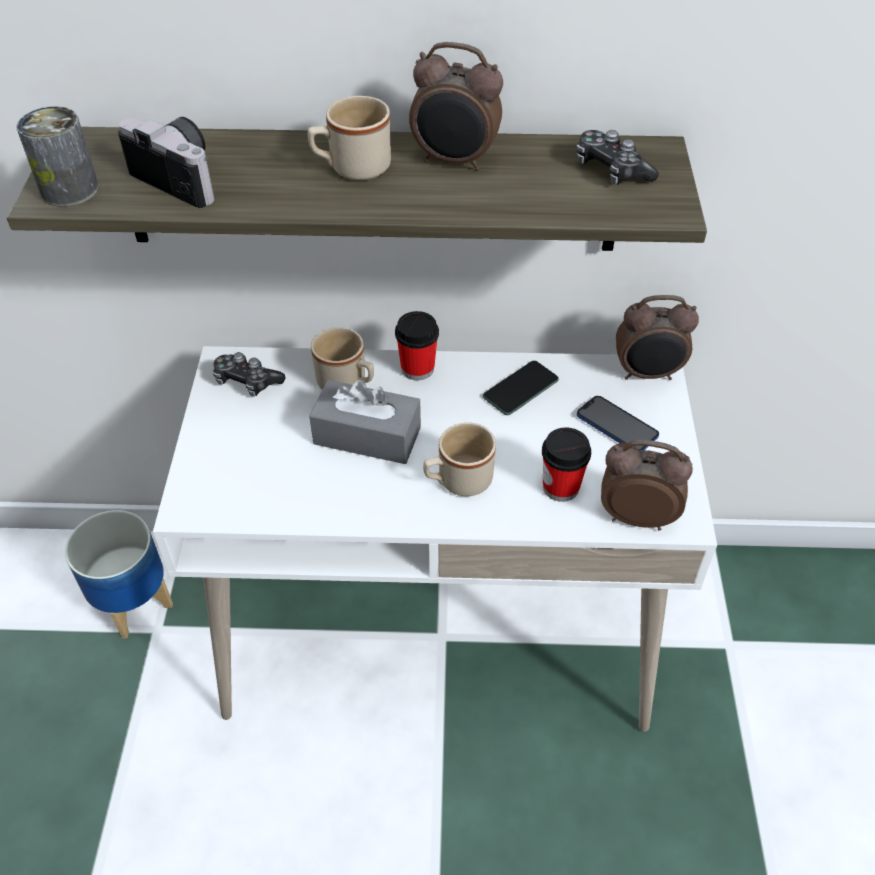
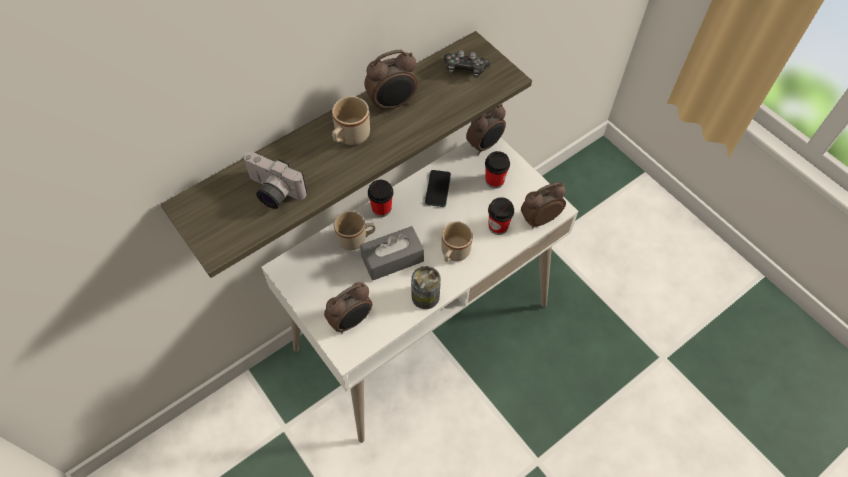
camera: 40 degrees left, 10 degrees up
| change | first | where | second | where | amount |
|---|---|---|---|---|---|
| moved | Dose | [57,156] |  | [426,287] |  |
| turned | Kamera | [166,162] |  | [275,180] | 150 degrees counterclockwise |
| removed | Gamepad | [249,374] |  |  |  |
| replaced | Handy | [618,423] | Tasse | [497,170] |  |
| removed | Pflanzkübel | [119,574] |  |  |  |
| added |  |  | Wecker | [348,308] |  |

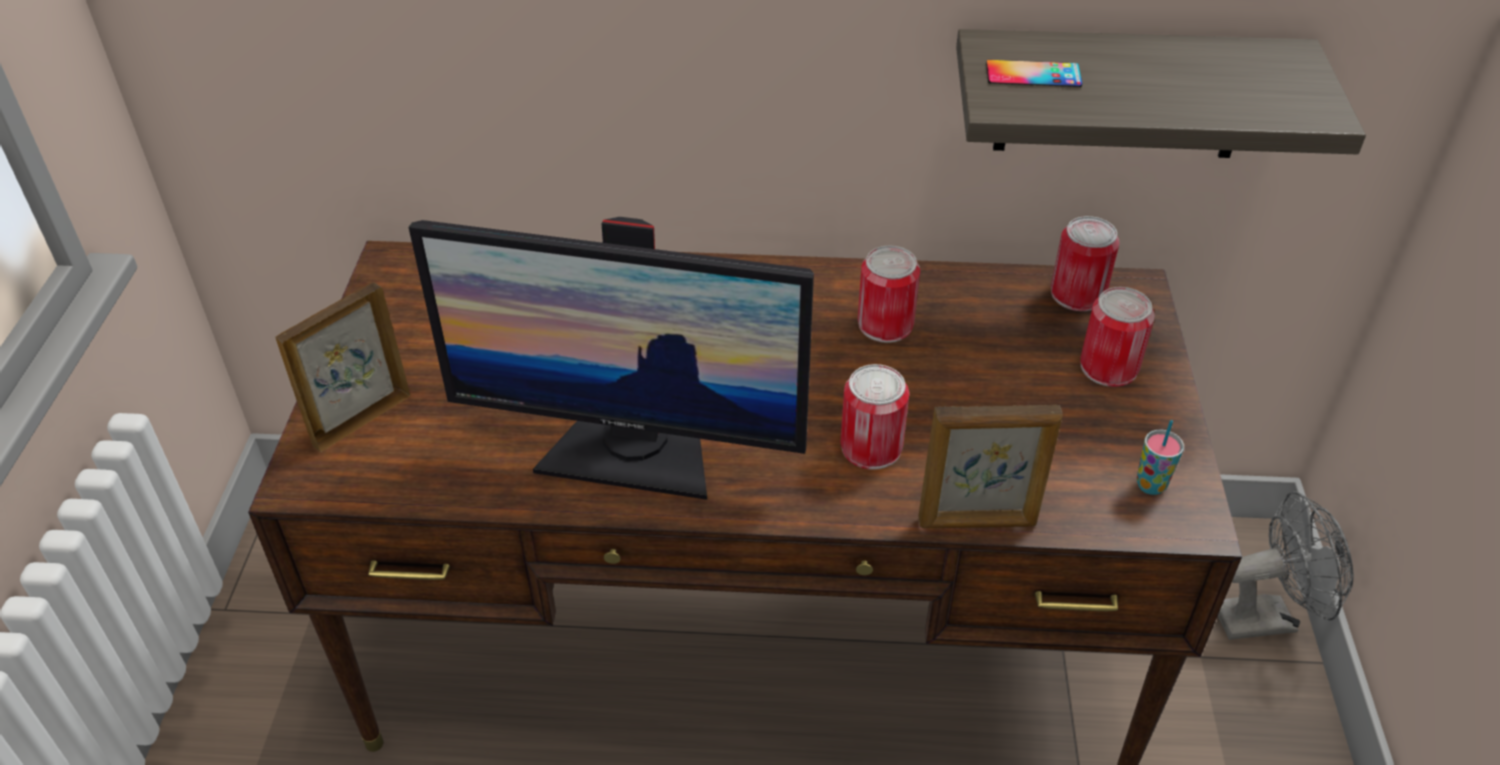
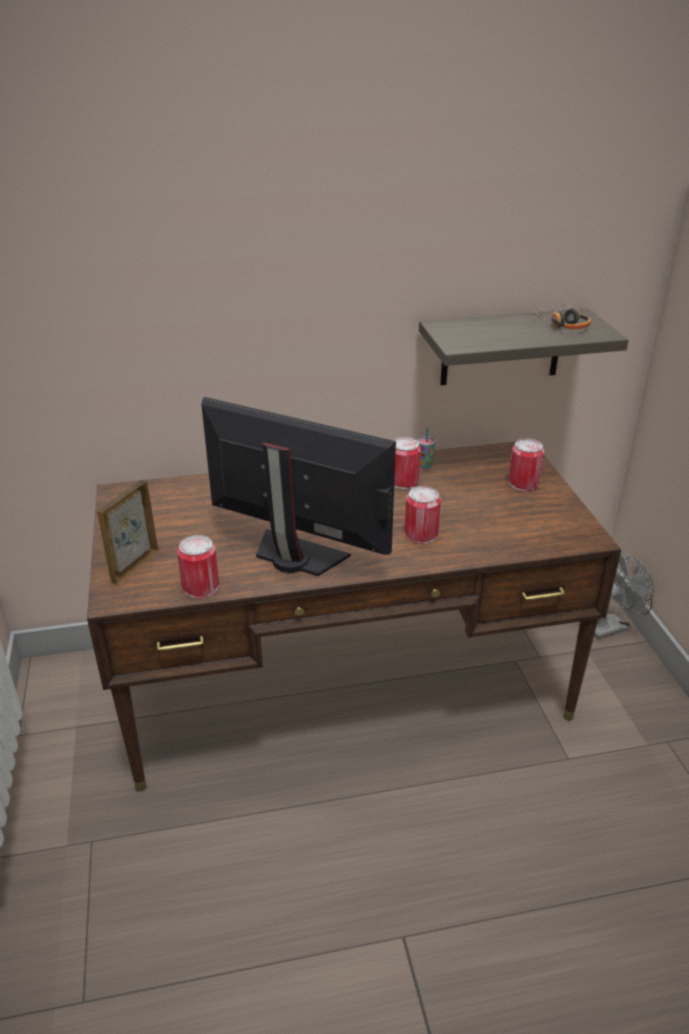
camera: 15 degrees left, 10 degrees down
| change | first | where | second | where | amount |
|---|---|---|---|---|---|
| removed | Handy | [1034,73] |  |  |  |
| moved | Dose | [1085,263] |  | [198,566] |  |
| turned | Monitor | [611,358] |  | [298,486] | 150 degrees counterclockwise |
| removed | Bilderrahmen | [990,466] |  |  |  |
| moved | Tasse | [1160,457] |  | [426,448] |  |
| added |  |  | Kopfhörer | [561,316] |  |

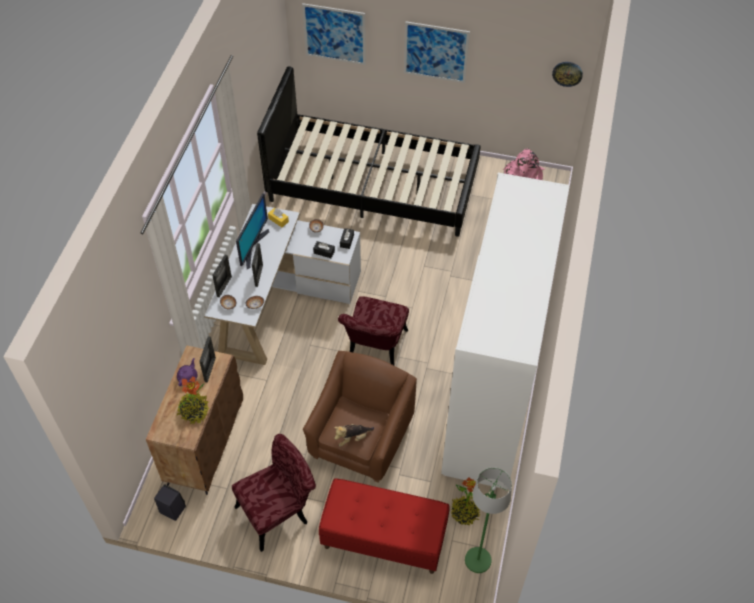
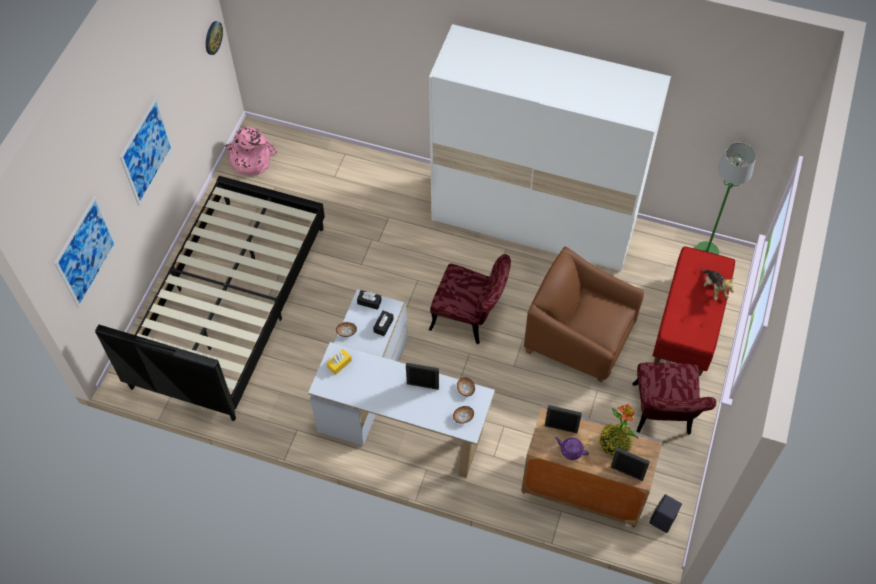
camera: 85 degrees left, 5 degrees up
| change | first | where | second | where | amount |
|---|---|---|---|---|---|
| removed | Monitor | [252,231] |  |  |  |
| moved | Bilderrahmen | [222,276] |  | [630,464] |  |
| recoloured | Schrank [braun] | [194,420] | Schrank [grau] | [592,466] |  |
| moved | Plüschtier | [354,435] |  | [717,285] |  |
| turned | Stuhl [rot] | [274,493] |  | [674,398] | 150 degrees counterclockwise |
| removed | Topfpflanze | [466,501] |  |  |  |

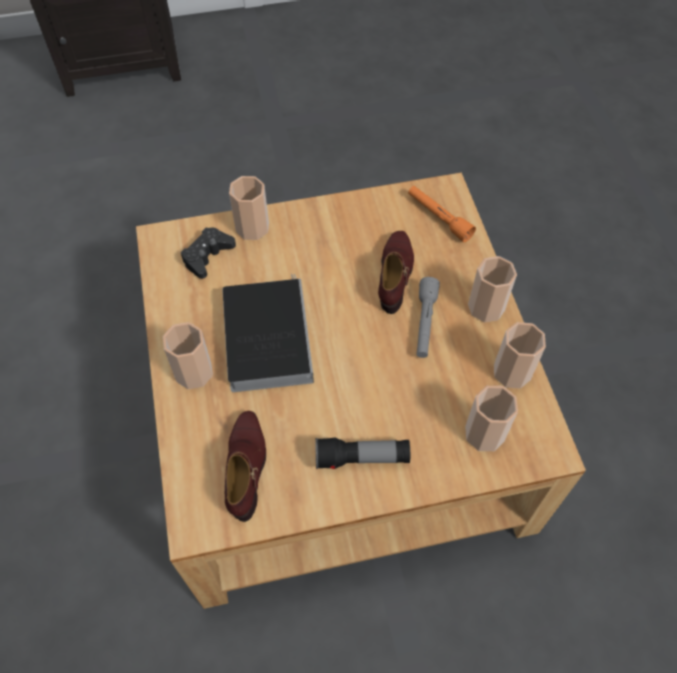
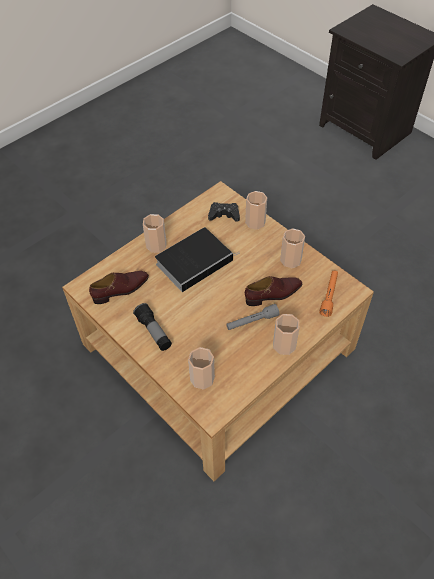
camera: 60 degrees right, 5 degrees down
| change | first | where | second | where | amount |
|---|---|---|---|---|---|
| moved | Tasse | [520,355] |  | [292,248] |  |

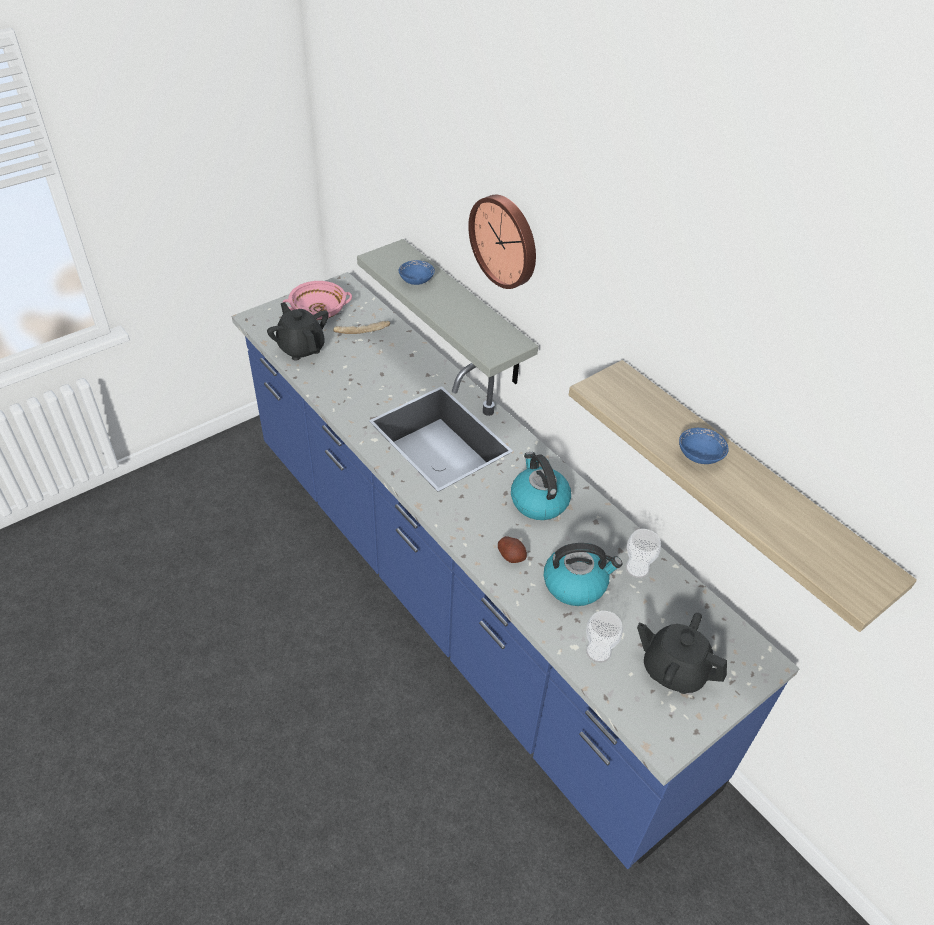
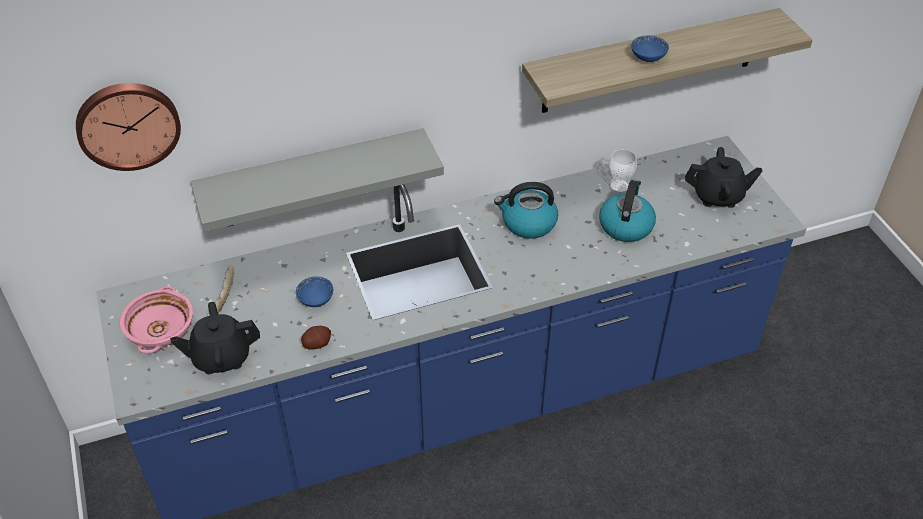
camera: 70 degrees left, 0 degrees up
| change | first | where | second | where | amount |
|---|---|---|---|---|---|
| moved | Wanduhr | [502,242] |  | [128,127] |  |
| moved | Schüssel [blau] | [417,272] |  | [314,291] |  |
| moved | Kartoffel | [512,549] |  | [316,337] |  |
| removed | Tasse | [604,637] |  |  |  |
| turned | Teekanne [schwarz] | [682,653] |  | [723,177] | 135 degrees counterclockwise |

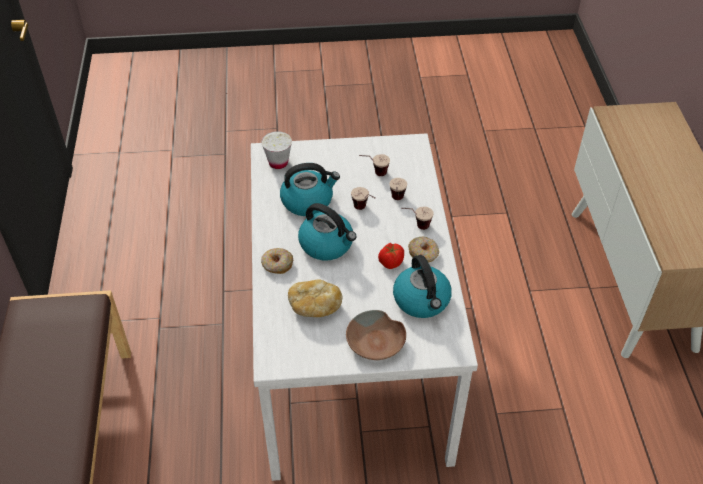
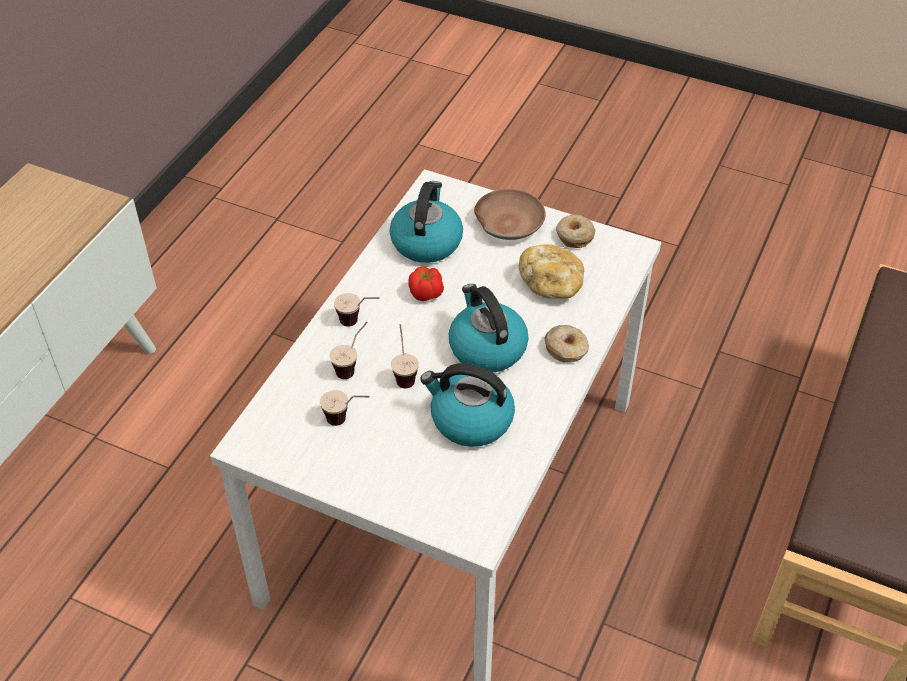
camera: 150 degrees left, 0 degrees up
| change | first | where | second | where | amount |
|---|---|---|---|---|---|
| removed | Tasse [weiß] | [276,150] |  |  |  |
| moved | Donut | [423,250] |  | [575,231] |  |

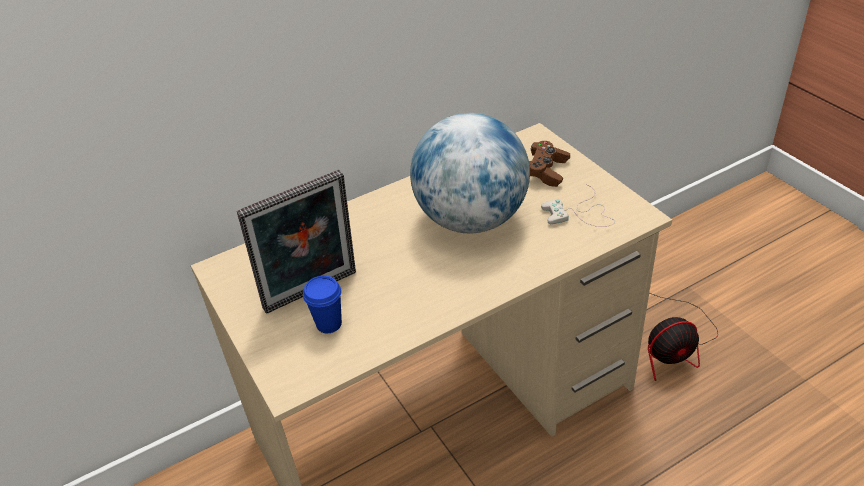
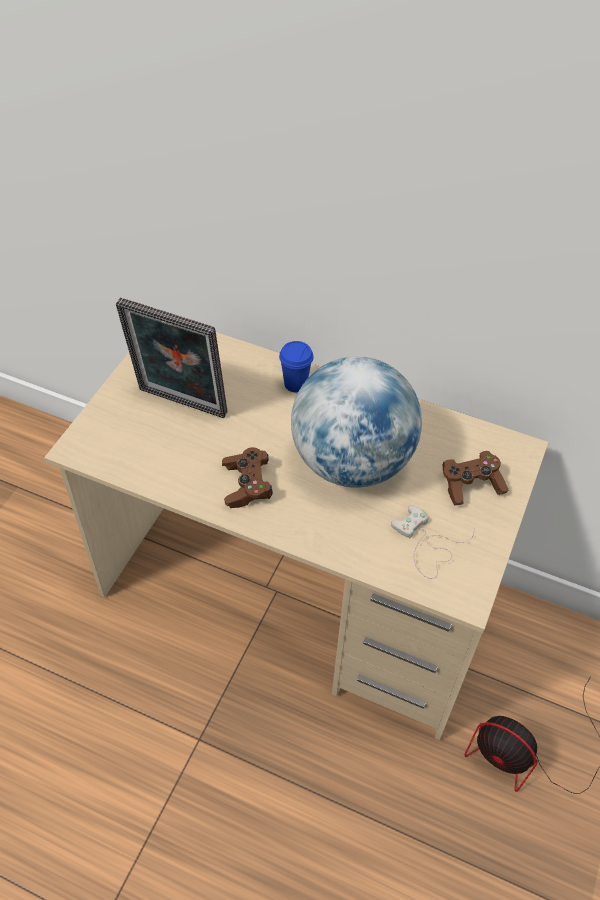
camera: 50 degrees right, 10 degrees up
| change | first | where | second | where | amount |
|---|---|---|---|---|---|
| moved | Tasse [blau] | [322,304] |  | [296,366] |  |
| added |  |  | Gamepad [braun] | [247,477] |  |

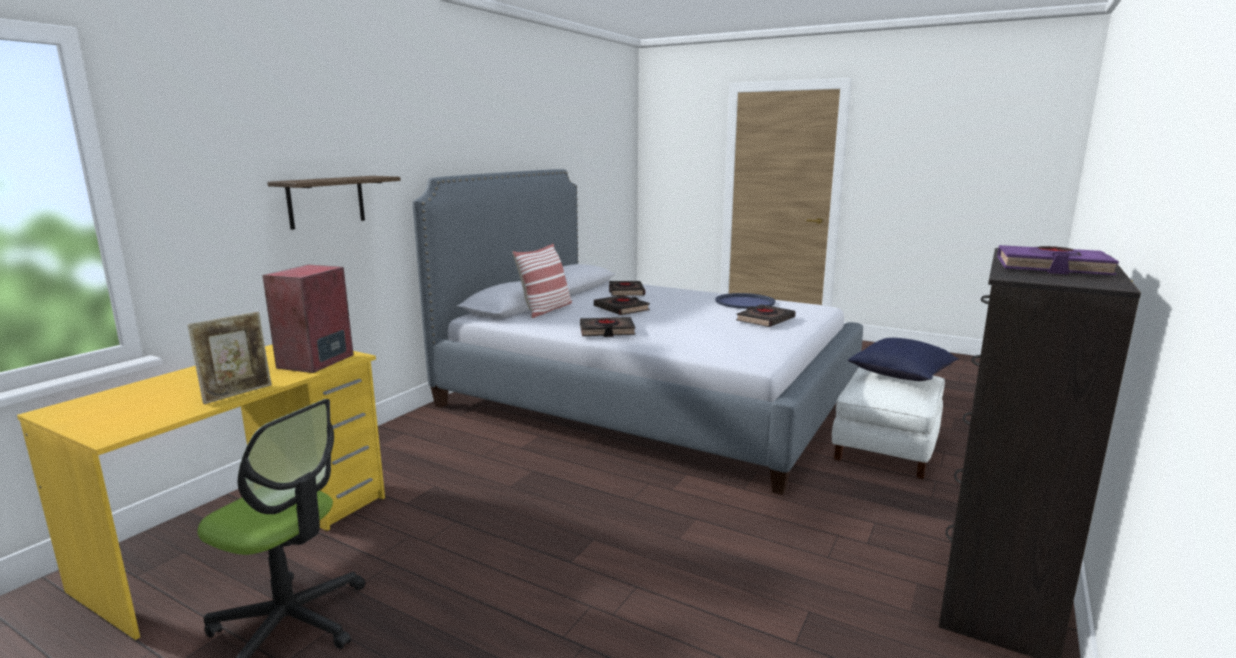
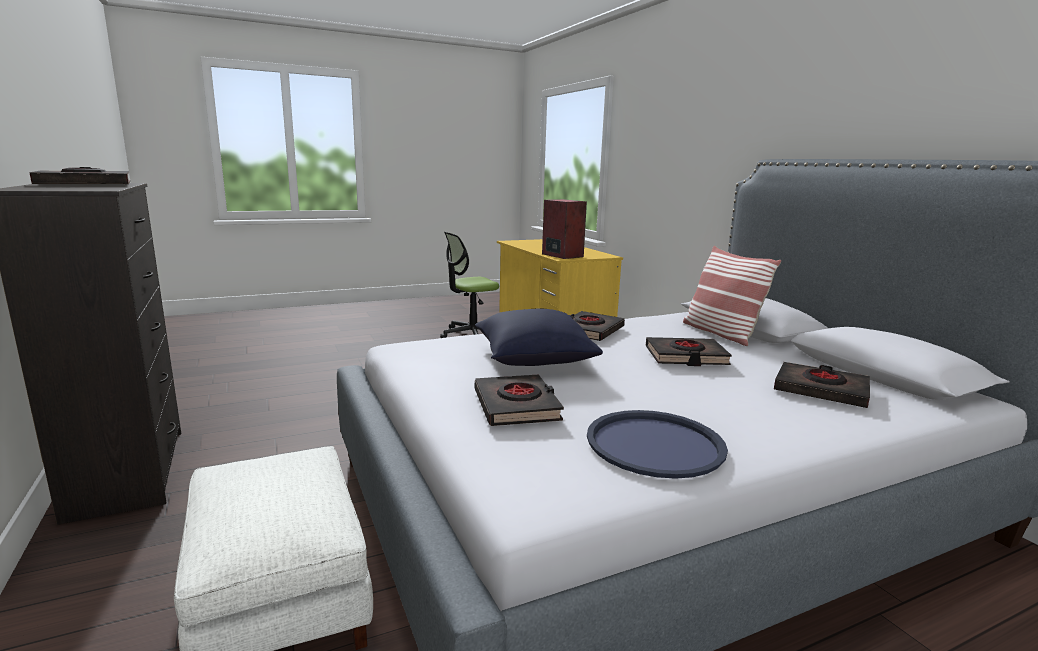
camera: 125 degrees right, 0 degrees up
| change | first | where | second | where | amount |
|---|---|---|---|---|---|
| removed | Wandregal | [334,203] |  |  |  |
| recoloured | Buch [lila] | [1058,260] | Buch [schwarz] | [79,175] |  |
| removed | Bilderrahmen | [230,358] |  |  |  |
| moved | Kissen [blau] | [903,359] |  | [539,337] |  |

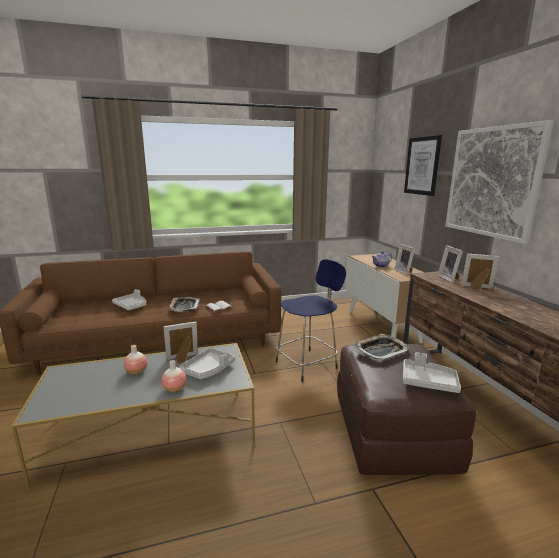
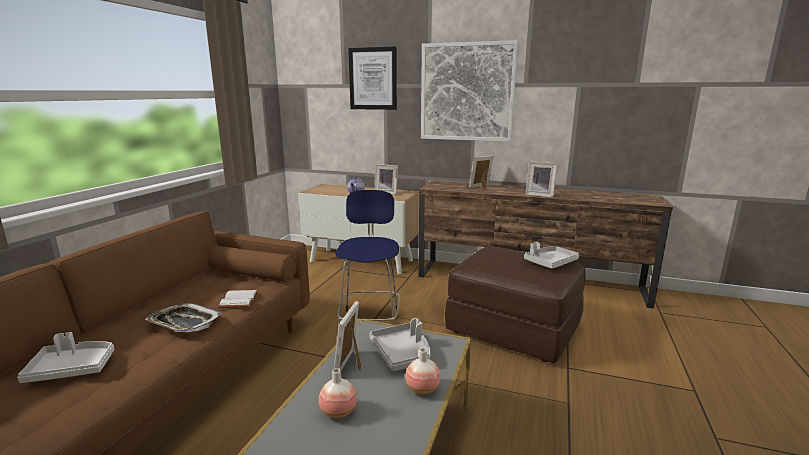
camera: 55 degrees left, 0 degrees up
| change | first | where | second | where | amount |
|---|---|---|---|---|---|
| moved | Bilderrahmen | [450,264] |  | [541,179] |  |
| removed | Tablett | [382,347] |  |  |  |

